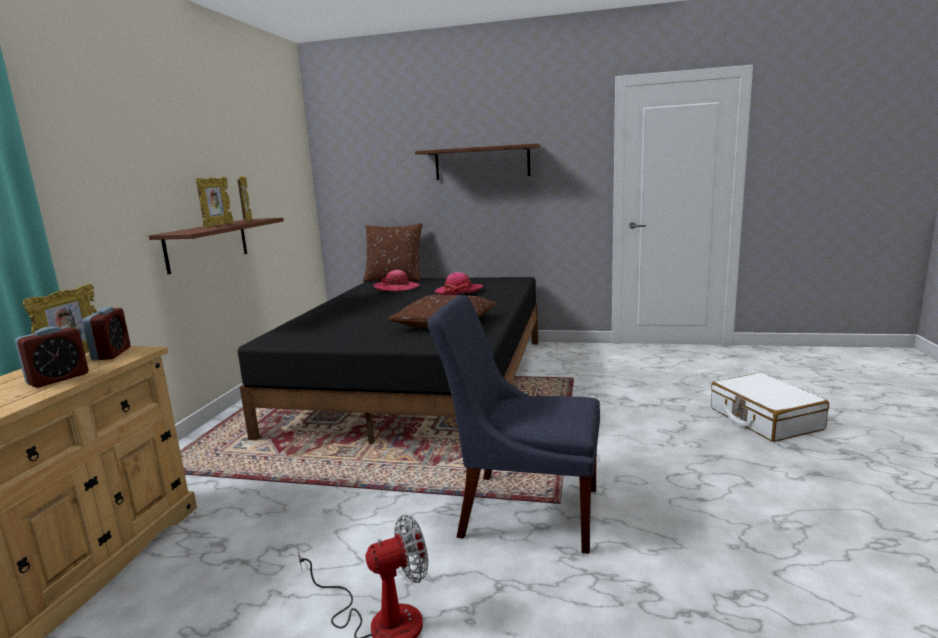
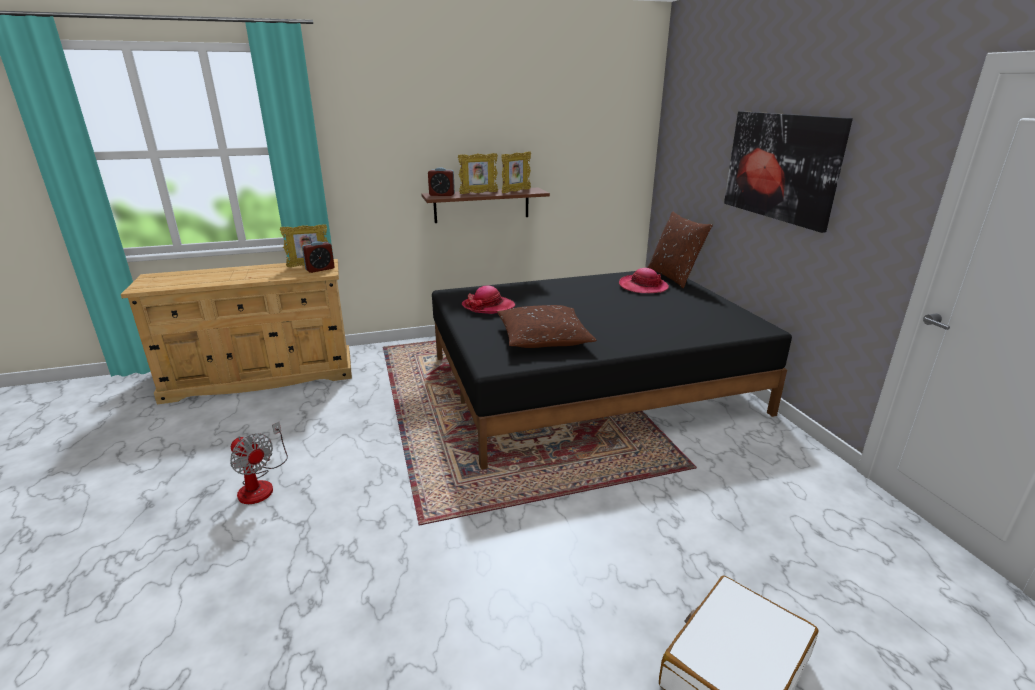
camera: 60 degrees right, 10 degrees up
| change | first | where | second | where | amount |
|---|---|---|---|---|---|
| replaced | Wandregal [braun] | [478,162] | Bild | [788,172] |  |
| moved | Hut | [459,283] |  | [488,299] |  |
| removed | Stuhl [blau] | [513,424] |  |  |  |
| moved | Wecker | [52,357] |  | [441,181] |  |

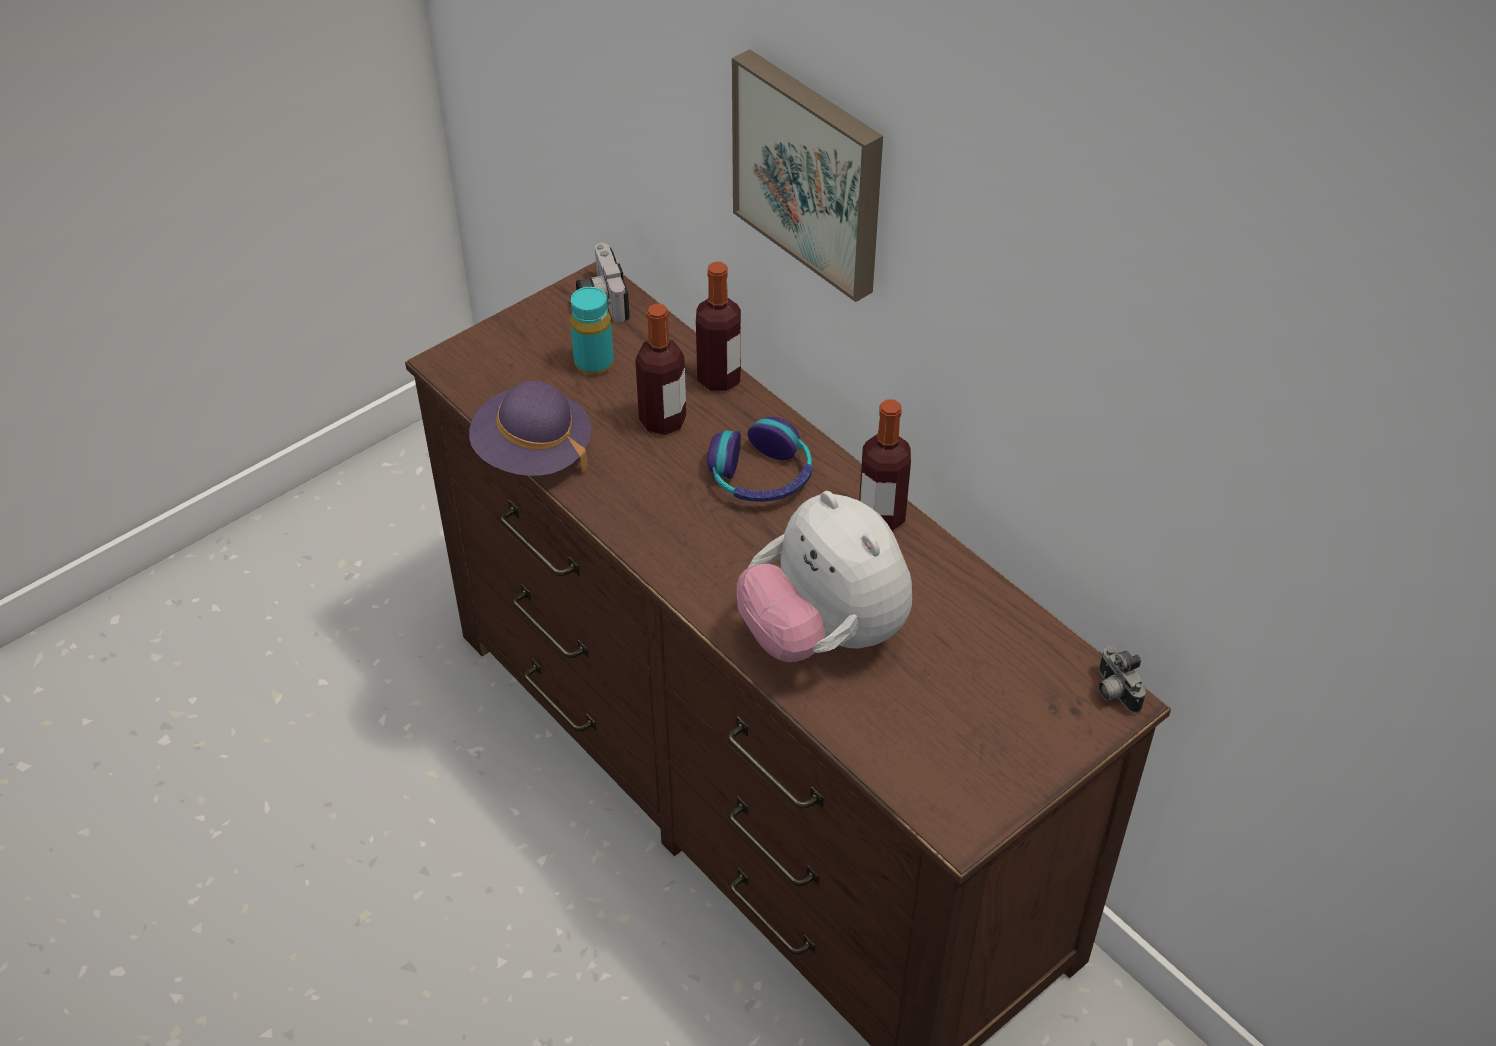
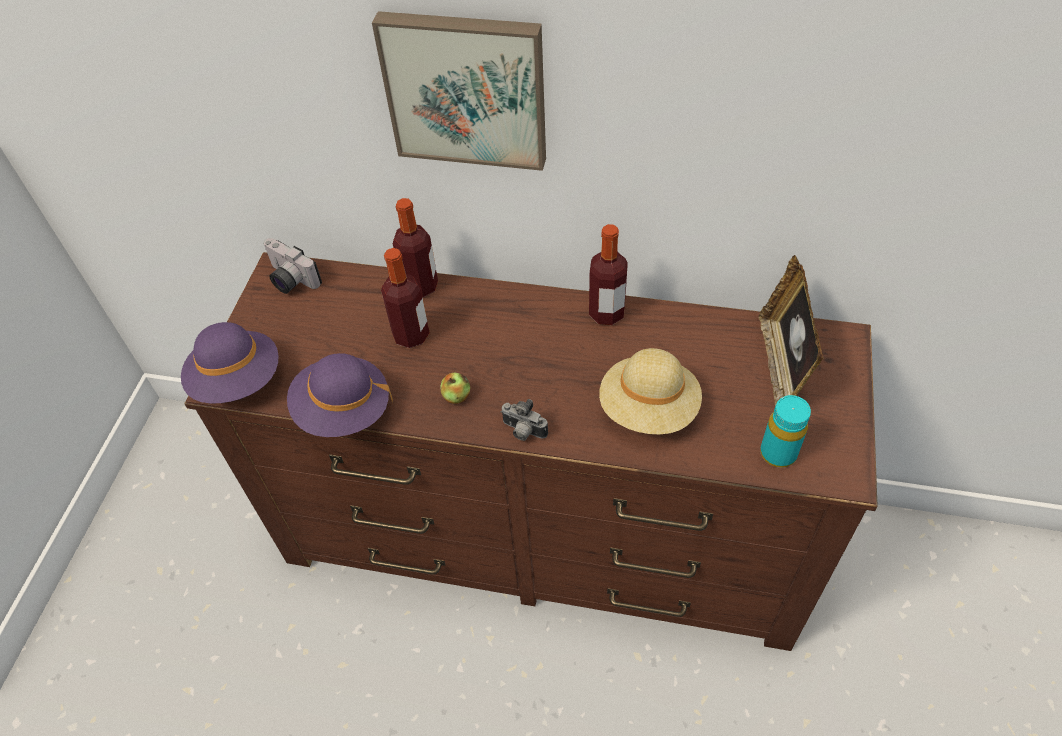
camera: 35 degrees left, 5 degrees up
| change | first | where | second | where | amount |
|---|---|---|---|---|---|
| moved | Flasche [türkis] | [592,331] |  | [785,431] |  |
| removed | Kopfhörer | [760,459] |  |  |  |
| replaced | Plüschtier | [824,576] | Hut [beige] | [650,391] |  |
| moved | Kamera | [1122,679] |  | [524,420] |  |
| added |  |  | Bilderrahmen | [791,330] |  |
| added |  |  | Hut [lila] | [230,362] |  |
| added |  |  | Apfel | [455,388] |  |

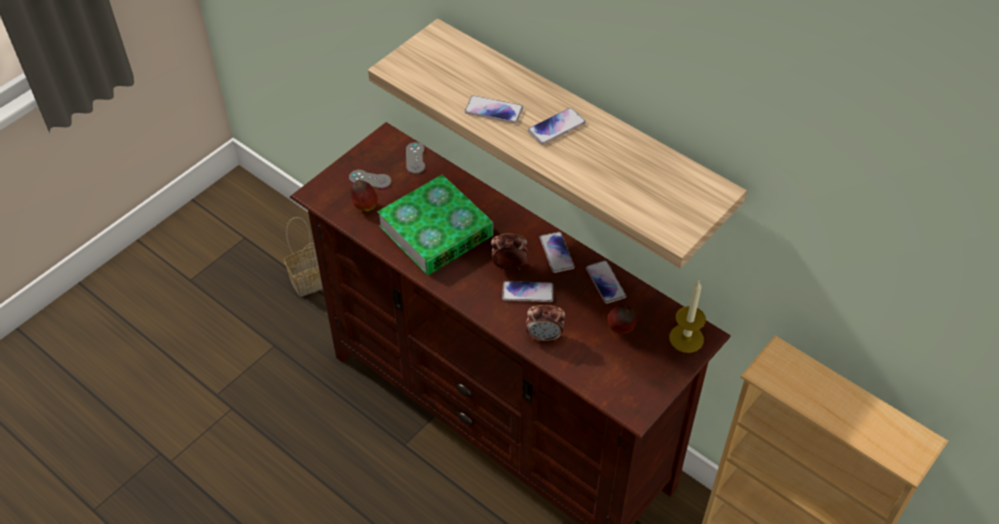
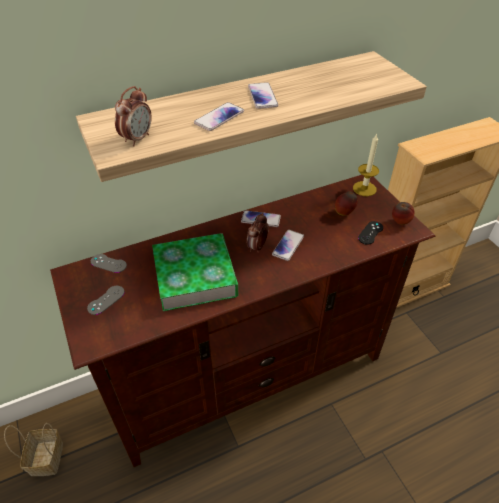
camera: 65 degrees left, 5 degrees down
| change | first | where | second | where | amount |
|---|---|---|---|---|---|
| moved | Apfel | [364,195] |  | [403,213] |  |
| removed | Handy | [606,282] |  |  |  |
| moved | Wecker | [545,323] |  | [133,116] |  |
| added |  |  | Gamepad [schwarz] | [370,233] |  |

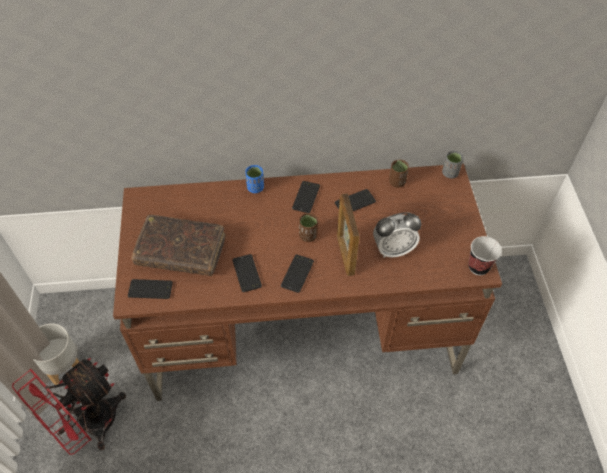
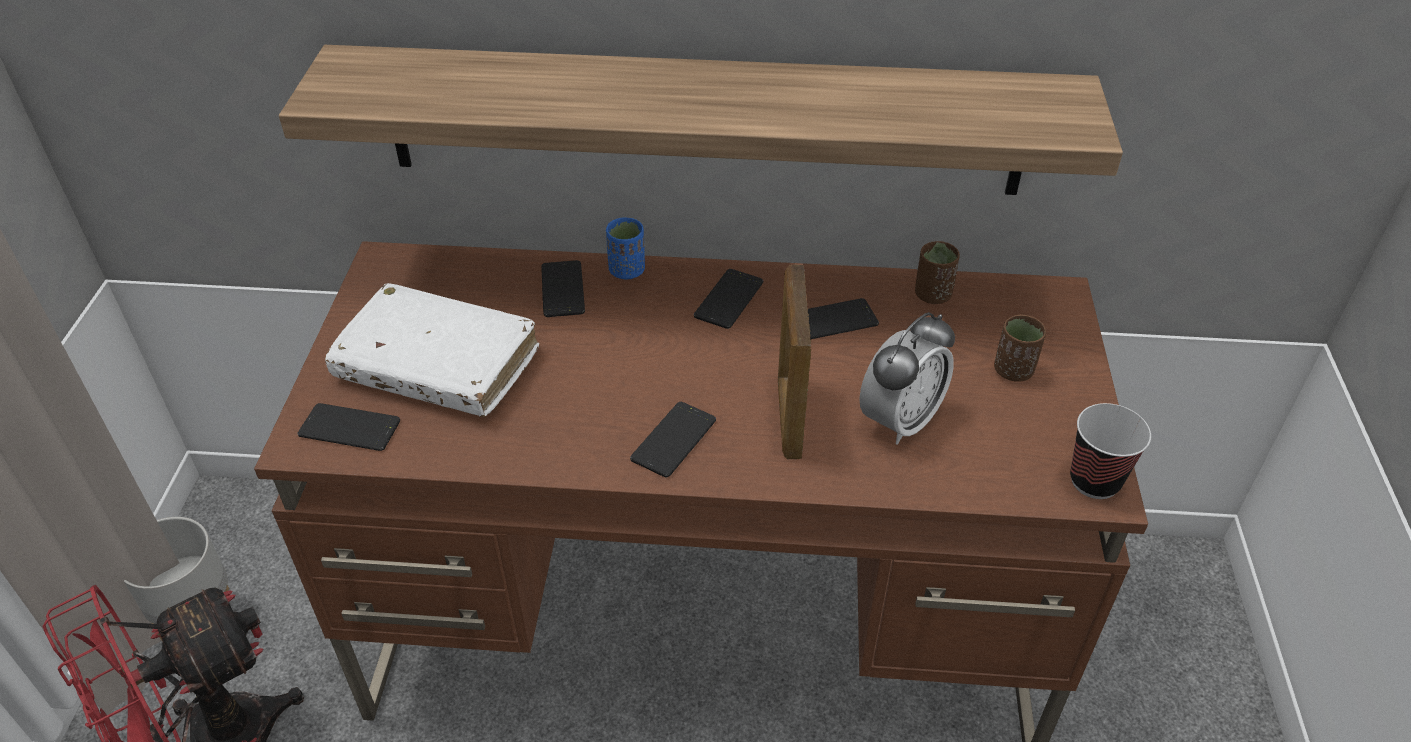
camera: 10 degrees right, 10 degrees down
| change | first | where | second | where | amount |
|---|---|---|---|---|---|
| removed | Tasse [grau] | [453,164] |  |  |  |
| turned | Wecker | [397,235] |  | [907,378] | 45 degrees counterclockwise |
| moved | Tasse [braun] | [308,227] |  | [1020,348] |  |
| recoloured | Buch [braun] | [179,245] | Buch [weiß] | [432,350] |  |
| moved | Handy | [247,273] |  | [563,288] |  |
| added |  |  | Wandregal | [701,120] |  |

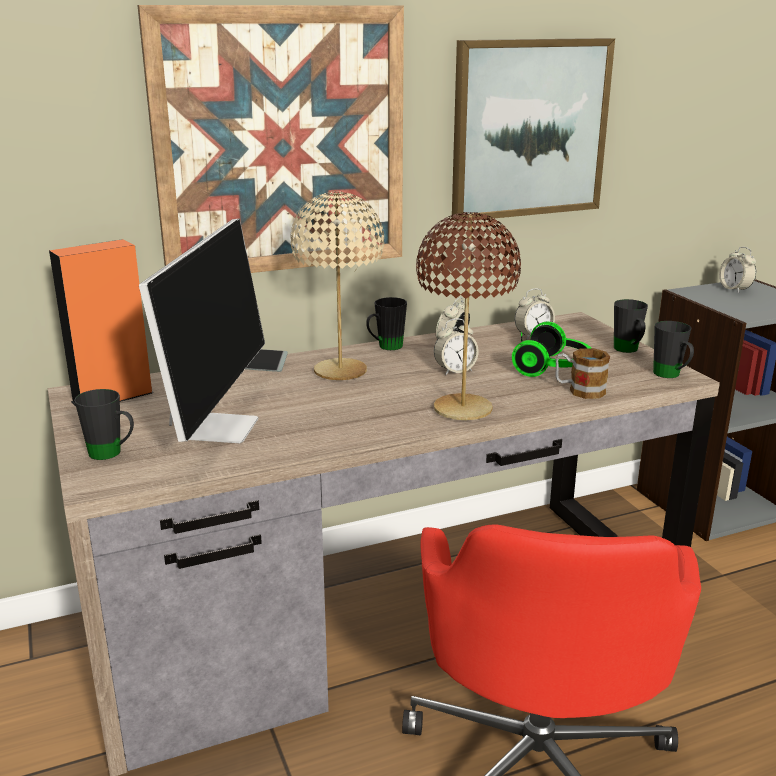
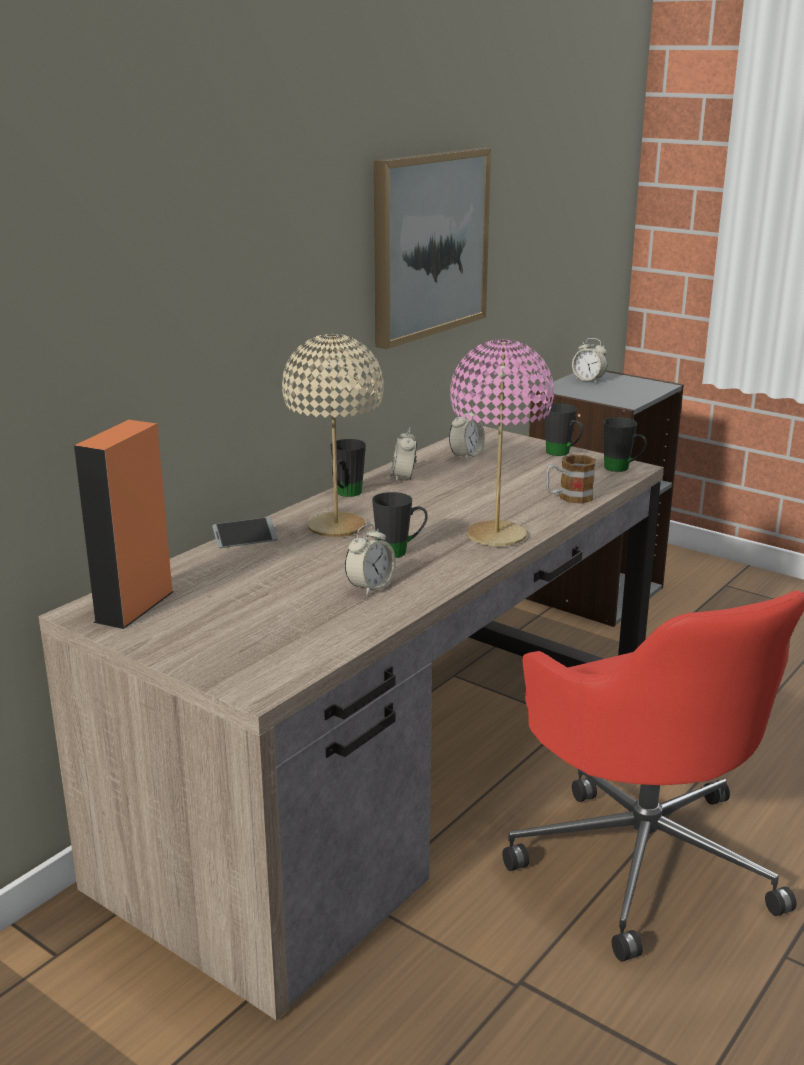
camera: 30 degrees left, 0 degrees up
| change | first | where | second | where | amount |
|---|---|---|---|---|---|
| removed | Bild | [270,139] |  |  |  |
| recoloured | Tischlampe [braun] | [468,316] | Tischlampe [rosa] | [502,442] |  |
| removed | Monitor | [202,331] |  |  |  |
| moved | Wecker | [456,346] |  | [370,560] |  |
| removed | Kopfhörer | [551,349] |  |  |  |
| moved | Henkelbecher [schwarz] | [104,424] |  | [400,525] |  |

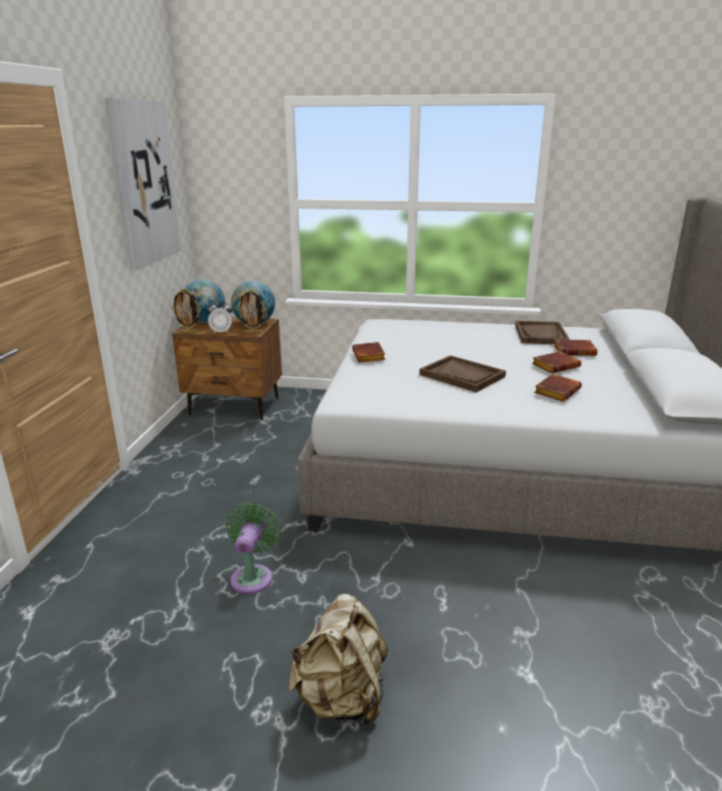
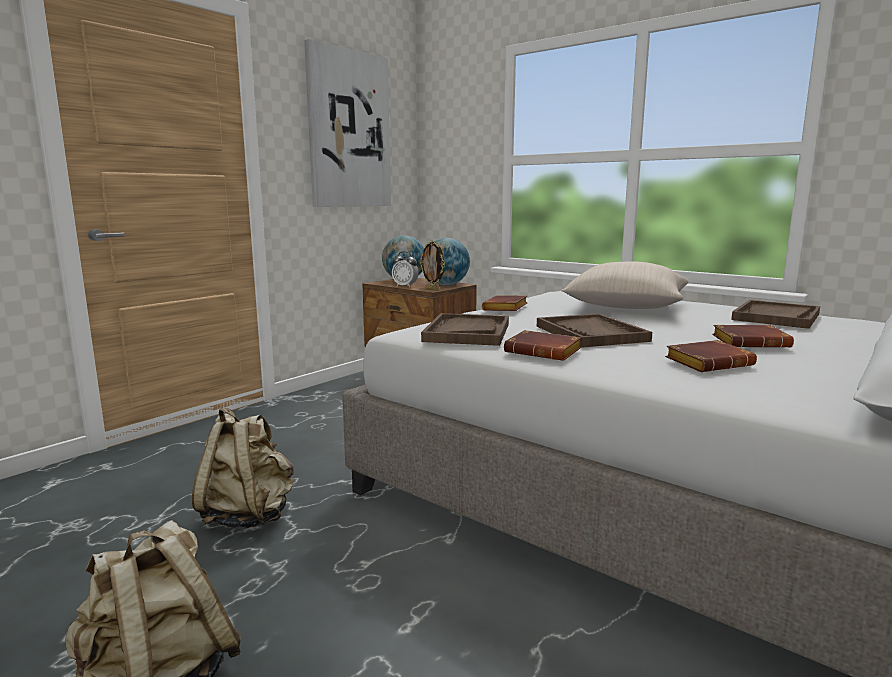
camera: 30 degrees right, 10 degrees down
| change | first | where | second | where | amount |
|---|---|---|---|---|---|
| removed | Bilderrahmen | [186,311] |  |  |  |
| moved | Buch [braun] | [575,348] |  | [542,345] |  |
| replaced | Ventilator [grün] | [253,548] | Rucksack [beige] | [242,468] |  |
| added |  |  | Kissen [beige] | [624,285] |  |
| added |  |  | Tablett [braun] | [465,329] |  |

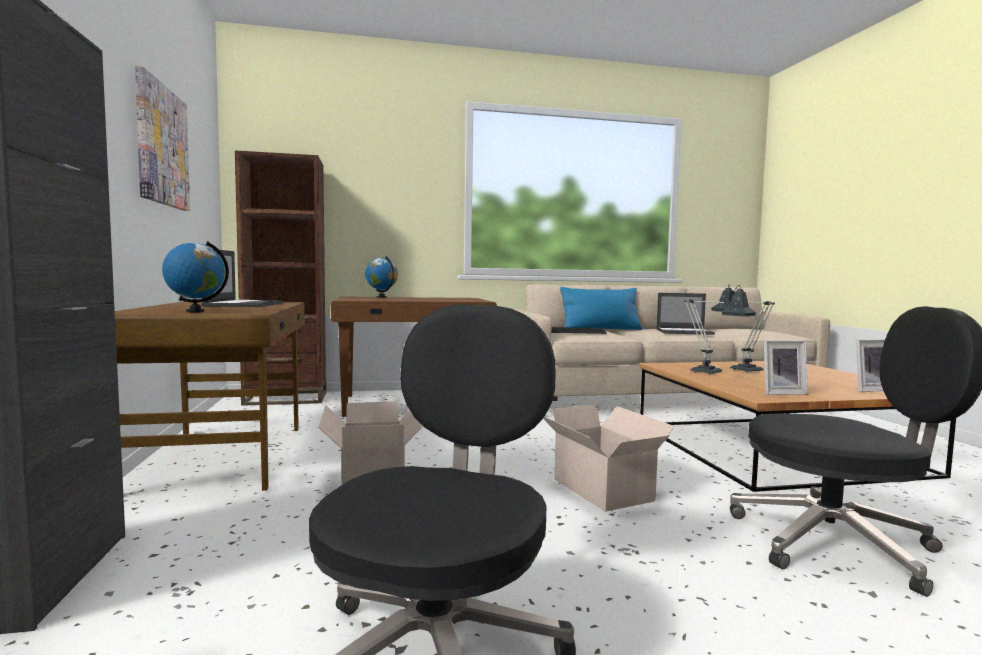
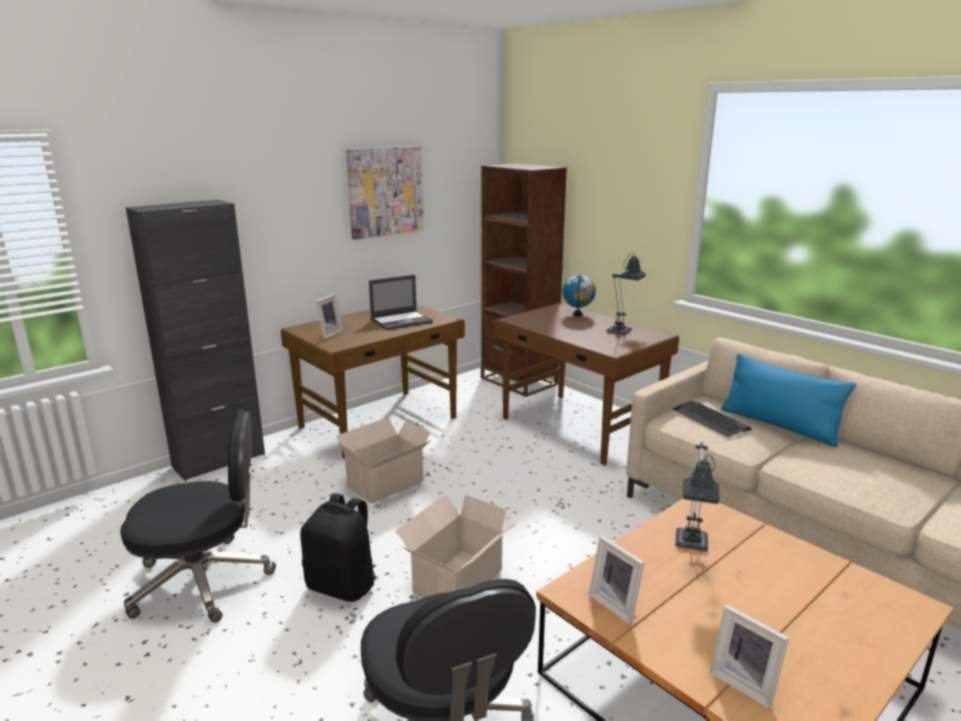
camera: 60 degrees right, 15 degrees up
| change | first | where | second | where | amount |
|---|---|---|---|---|---|
| replaced | Globus | [195,276] | Bilderrahmen | [329,316] |  |
| moved | Tischlampe | [743,328] |  | [626,294] |  |
| removed | Laptop | [685,314] |  |  |  |
| added |  |  | Rucksack [schwarz] | [338,547] |  |

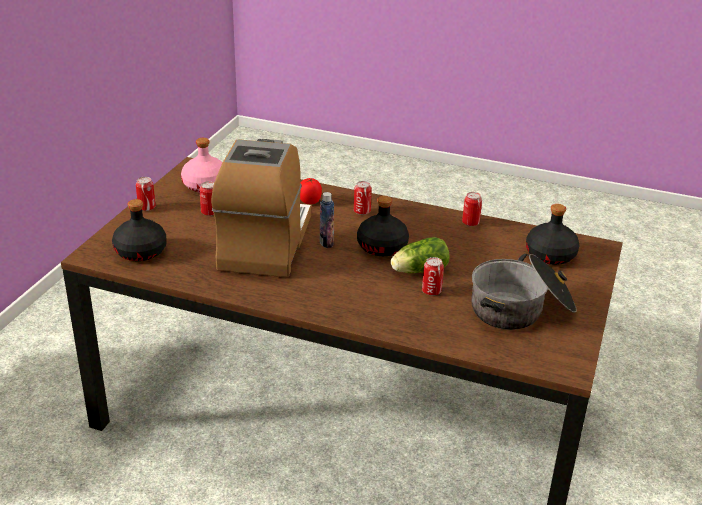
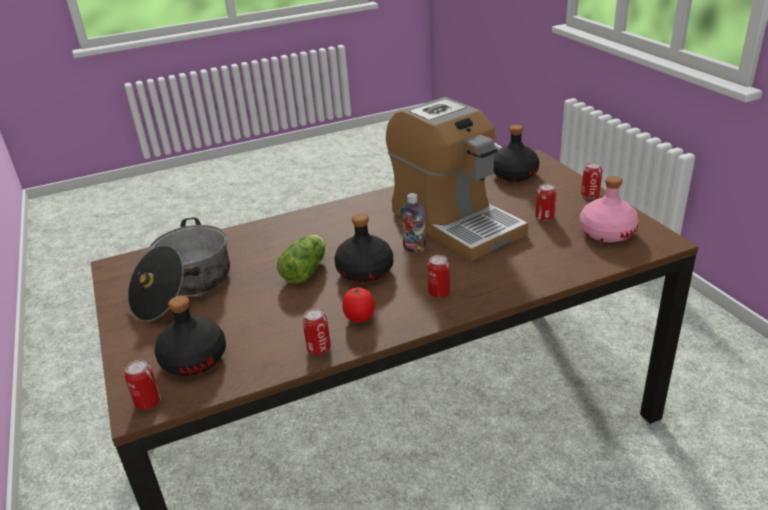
camera: 140 degrees right, 0 degrees up
| change | first | where | second | where | amount |
|---|---|---|---|---|---|
| moved | Tomate | [311,191] |  | [358,305] |  |
| moved | Dose | [433,276] |  | [143,385] |  |

